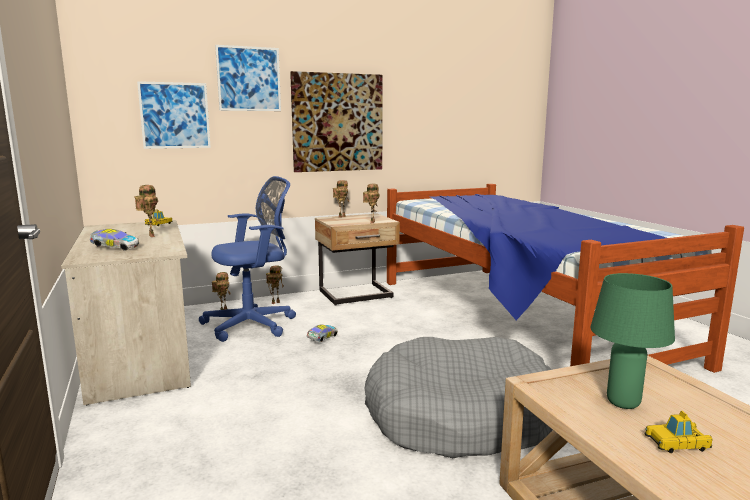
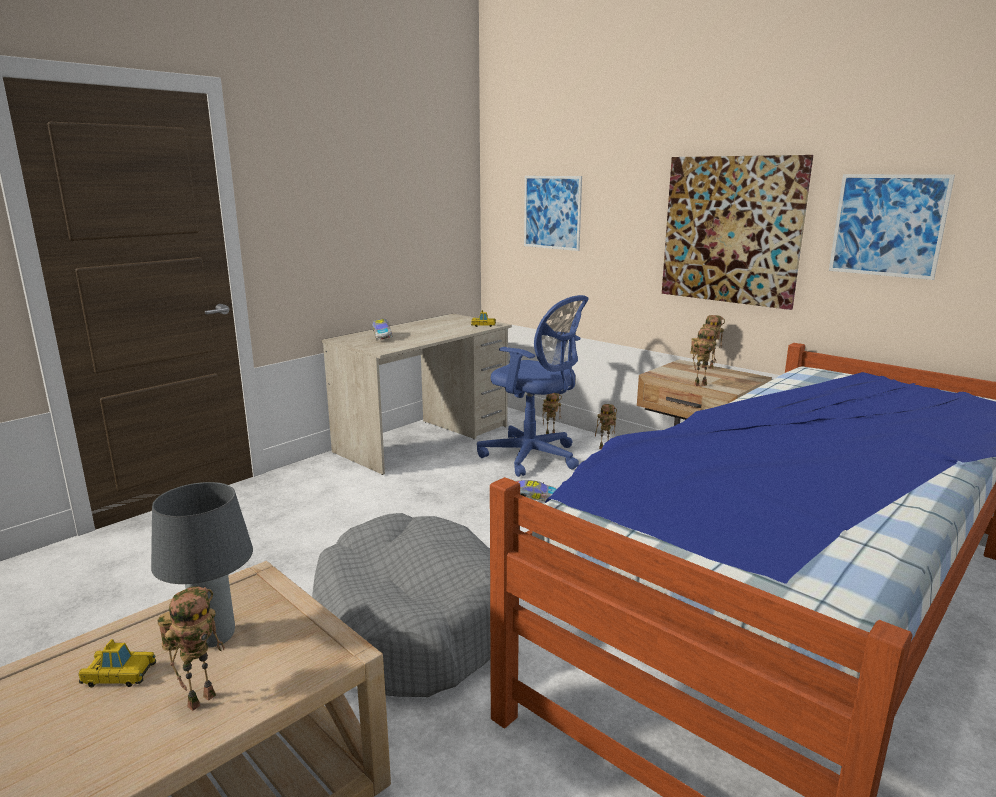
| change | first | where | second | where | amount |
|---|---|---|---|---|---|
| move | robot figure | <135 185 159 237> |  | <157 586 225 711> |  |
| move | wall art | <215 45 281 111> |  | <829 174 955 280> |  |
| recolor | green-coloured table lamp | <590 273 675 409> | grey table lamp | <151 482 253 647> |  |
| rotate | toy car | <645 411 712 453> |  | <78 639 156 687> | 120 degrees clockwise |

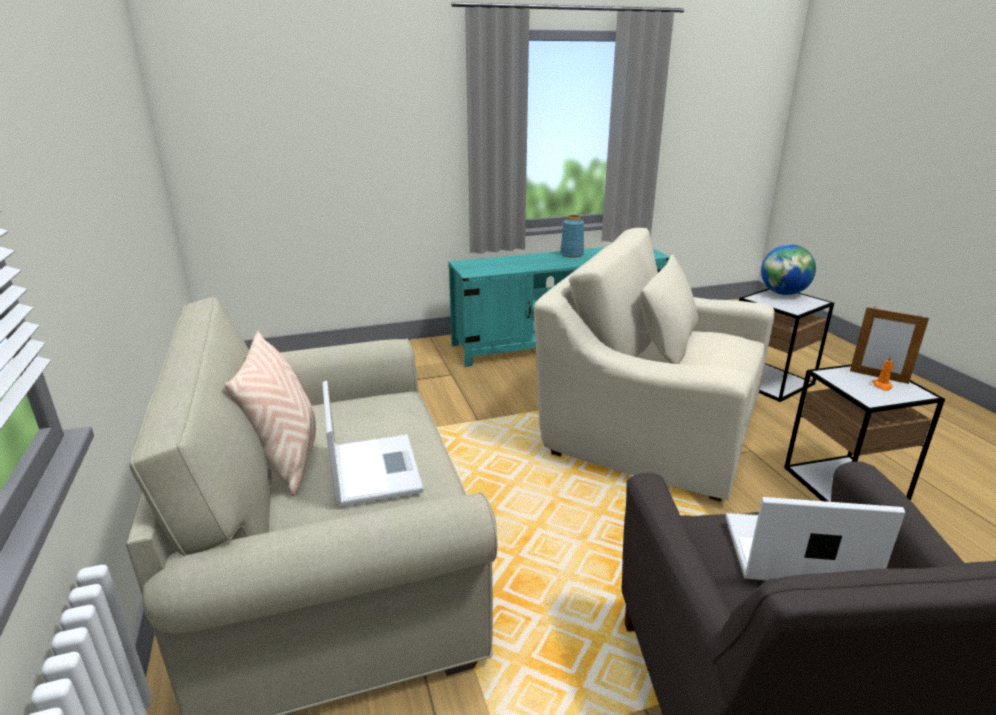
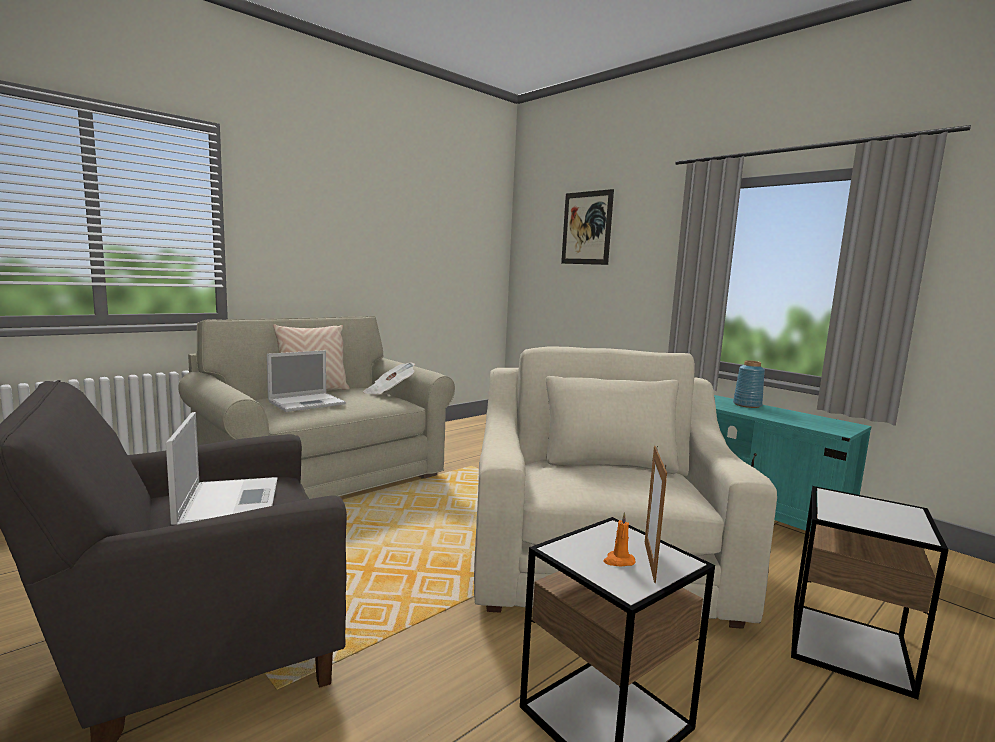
| change | first | where | second | where | amount |
|---|---|---|---|---|---|
| delete | world globe | <761 244 816 295> |  |  |  |
| insert |  |  | newspaper | <363 363 415 394> |  |
| insert |  |  | wall art | <561 189 614 265> |  |

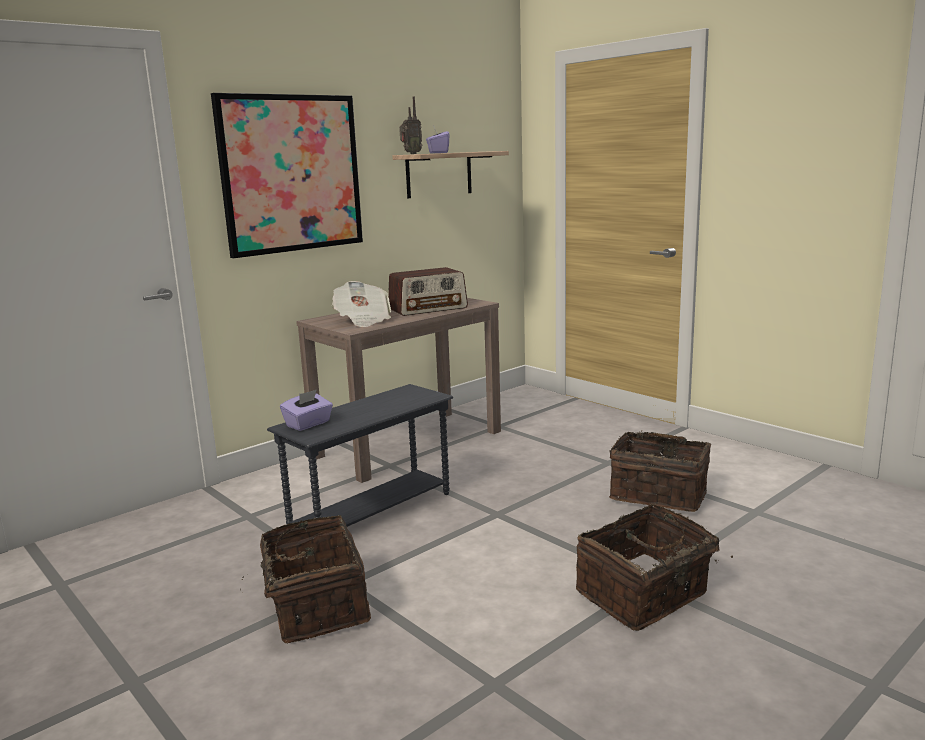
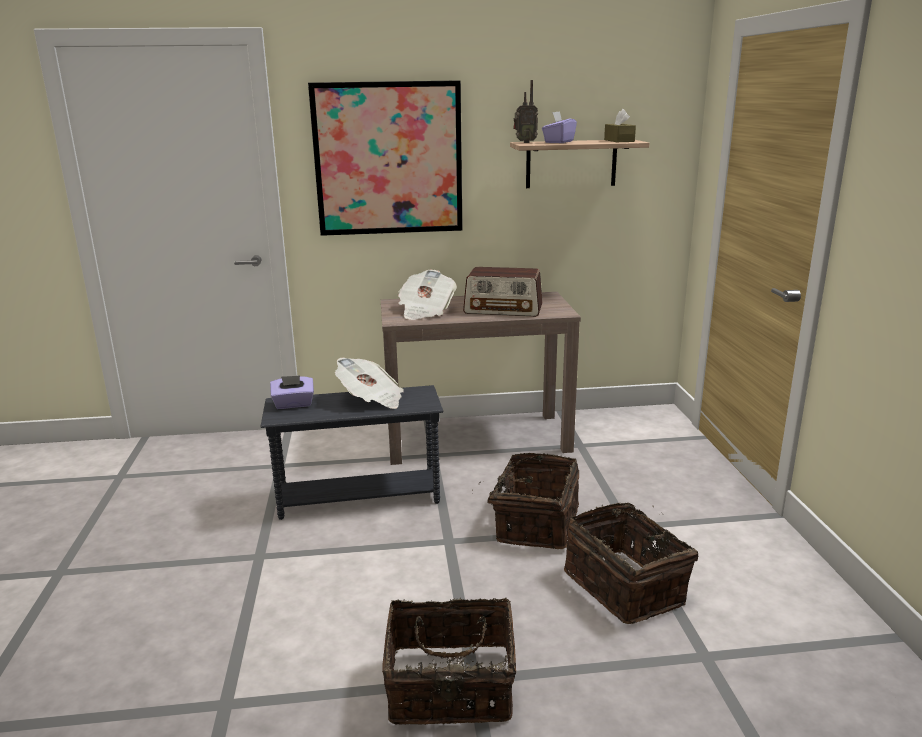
| change | first | where | second | where | amount |
|---|---|---|---|---|---|
| insert |  |  | newspaper | <335 358 403 409> |  |
| insert |  |  | brownish tissue holder | <604 109 636 142> |  |
| move | basket | <242 515 371 644> |  | <472 453 579 549> |  |

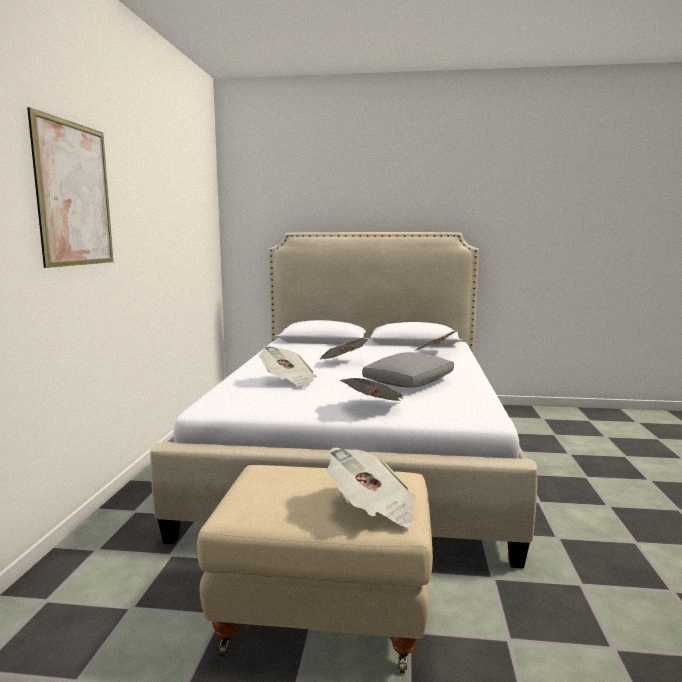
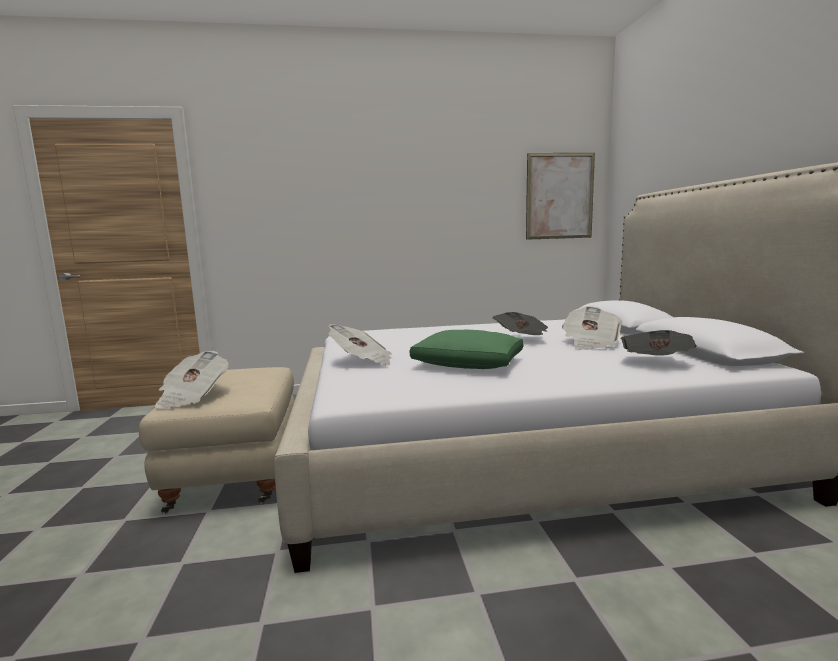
| change | first | where | second | where | amount |
|---|---|---|---|---|---|
| move | wall art | <27 107 113 268> |  | <526 153 595 240> |  |
| move | newspaper | <259 346 317 388> |  | <562 306 622 350> |  |
| recolor | grey pillow | <362 352 454 388> | green-coloured pillow | <410 330 524 369> |  |

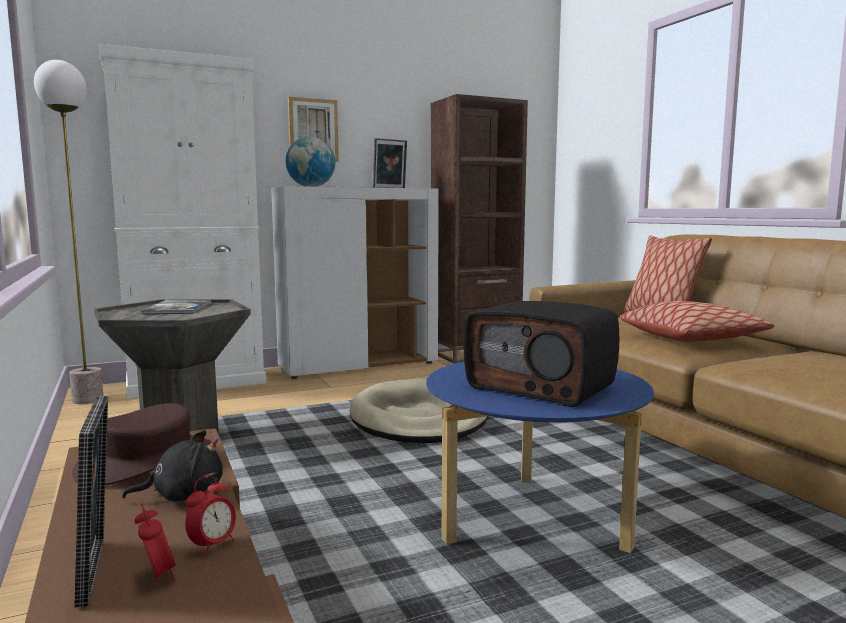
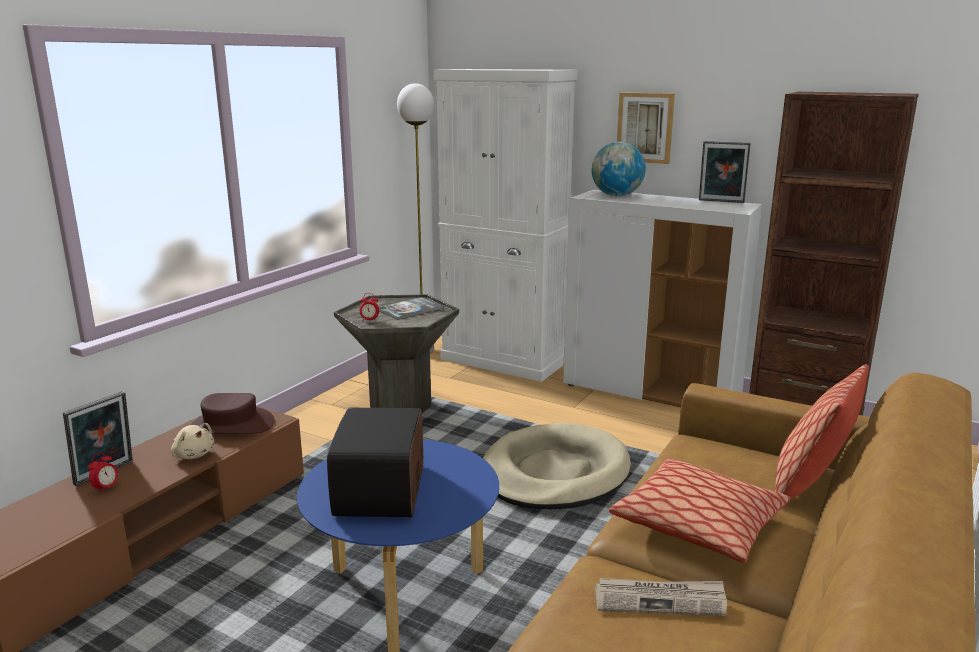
| change | first | where | second | where | amount |
|---|---|---|---|---|---|
| insert |  |  | newspaper | <595 578 727 616> |  |
| move | alarm clock | <185 475 236 555> |  | <359 293 379 322> |  |
| recolor | black-coloured soft toy | <122 430 223 502> | beige-coloured soft toy | <171 423 214 459> |  |

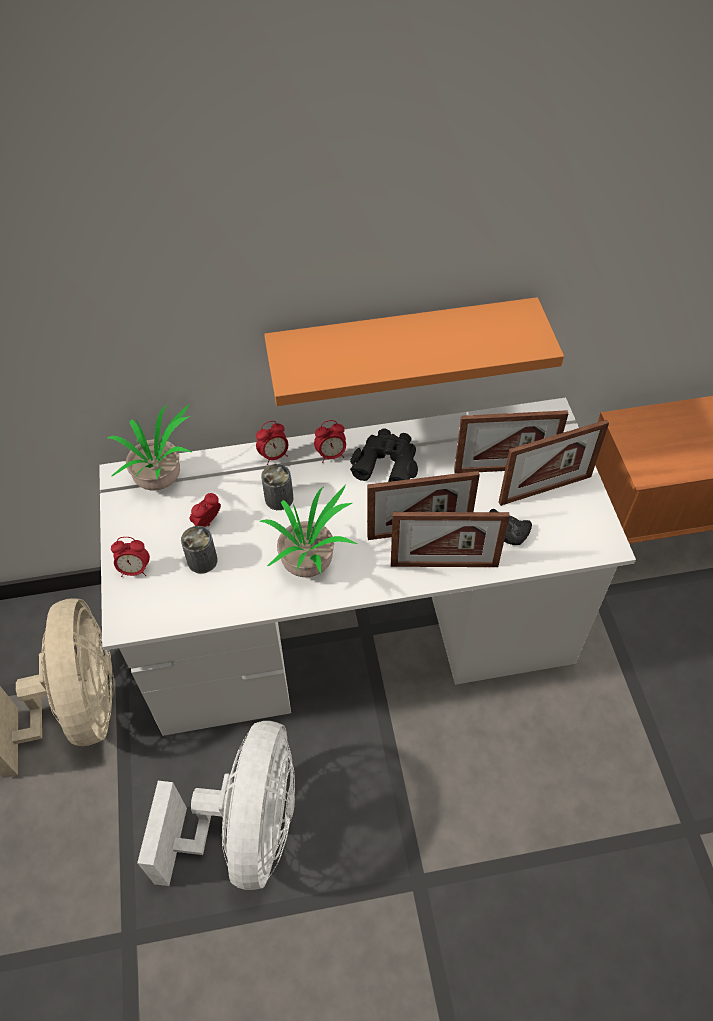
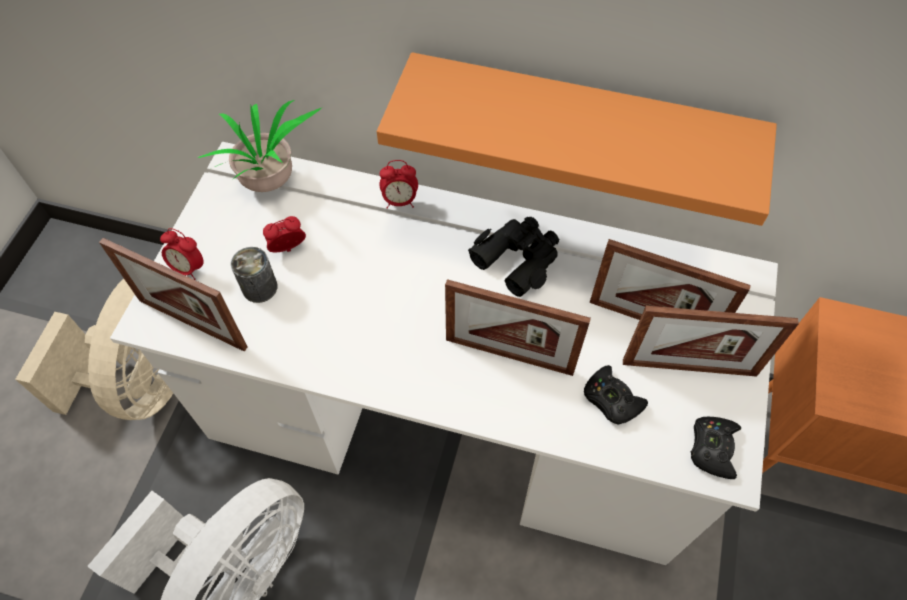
| change | first | where | second | where | amount |
|---|---|---|---|---|---|
| delete | potted plant | <260 485 357 577> |  |  |  |
| delete | sealed can | <261 464 293 510> |  |  |  |
| delete | alarm clock | <314 420 346 463> |  |  |  |
| insert |  |  | black-coloured joypad | <691 417 741 479> |  |
| move | standing frame | <391 512 510 567> |  | <99 238 247 352> |  |

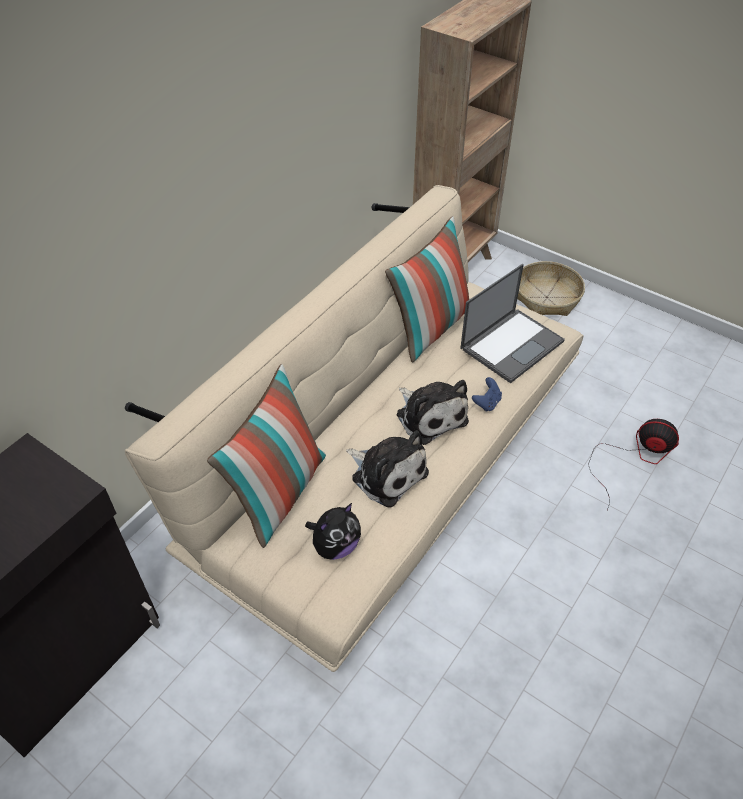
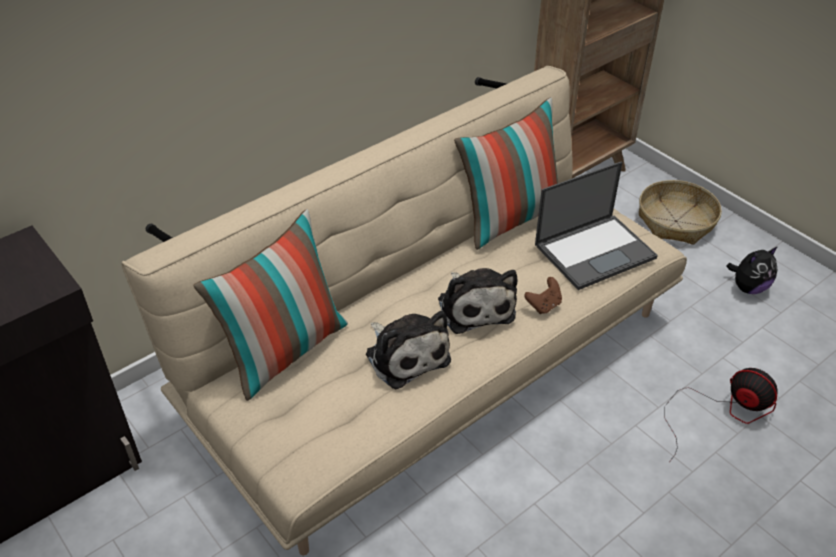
| change | first | where | second | where | amount |
|---|---|---|---|---|---|
| move | soft toy | <305 503 361 560> |  | <726 246 778 294> |  |
| recolor | blue joypad | <472 377 502 412> | brownish joypad | <524 277 562 314> |  |

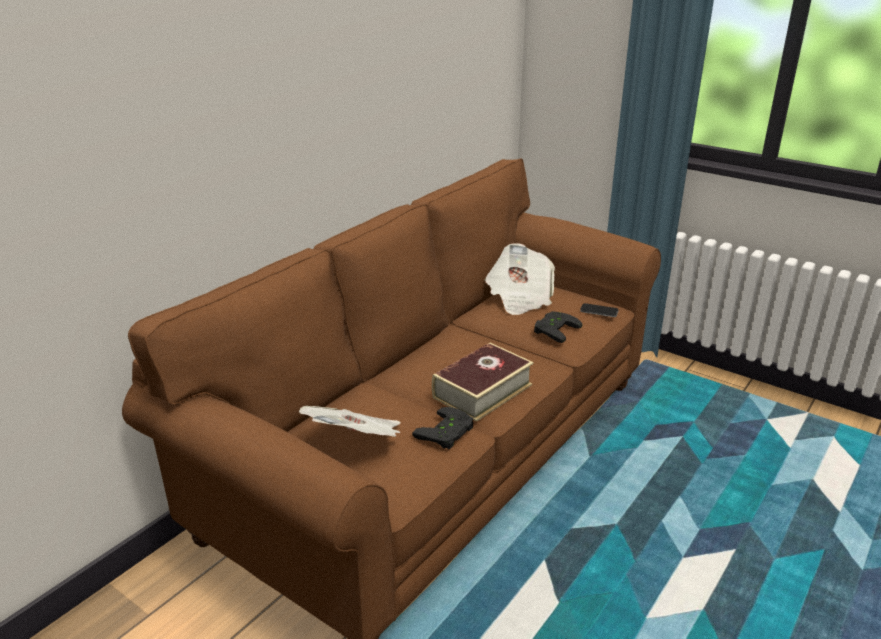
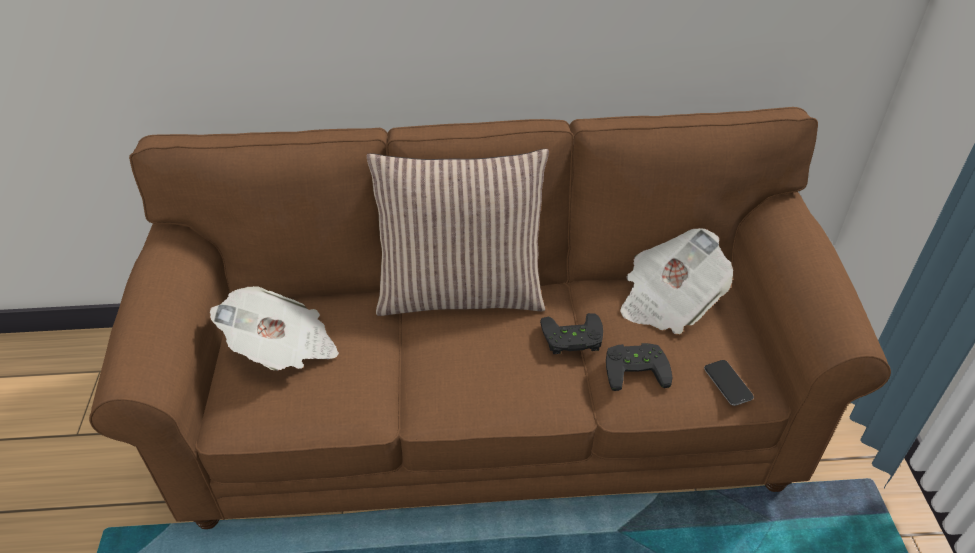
| change | first | where | second | where | amount |
|---|---|---|---|---|---|
| delete | book | <432 342 534 422> |  |  |  |
| insert |  |  | pillow | <367 149 549 316> |  |
| move | black-coloured joypad | <412 407 473 449> |  | <540 313 603 354> |  |

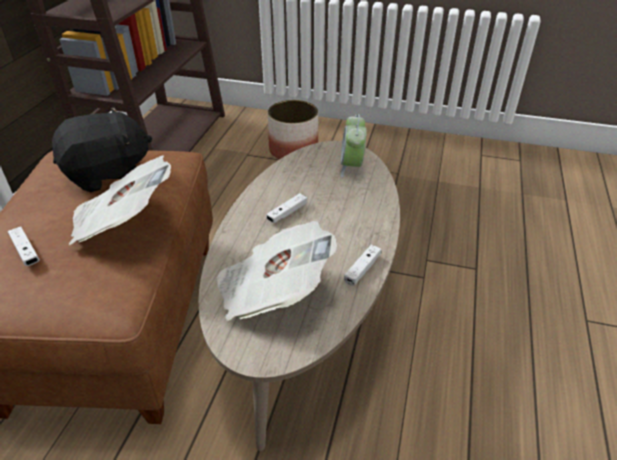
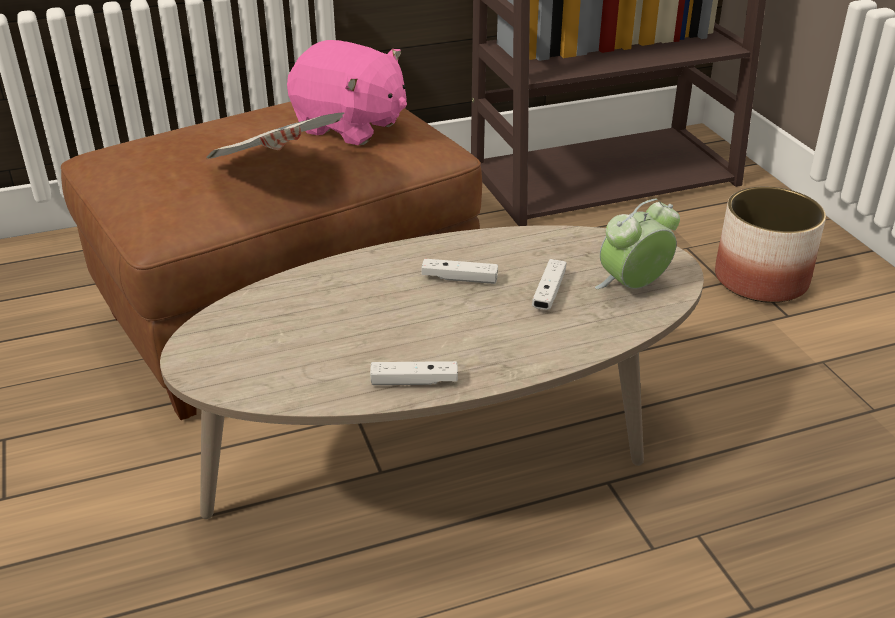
| change | first | where | second | where | amount |
|---|---|---|---|---|---|
| delete | newspaper | <217 221 337 321> |  |  |  |
| move | whitish joypad | <8 226 40 266> |  | <532 259 566 310> |  |
| recolor | black-coloured soft toy | <52 106 152 192> | pinkish soft toy | <287 40 407 145> |  |

